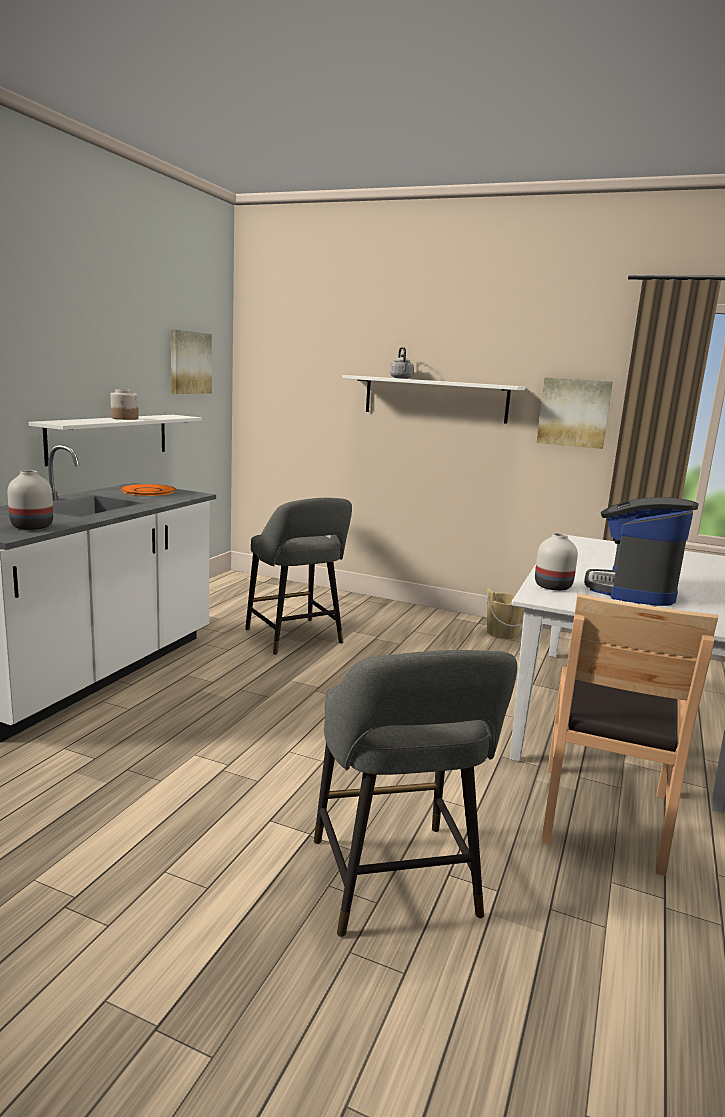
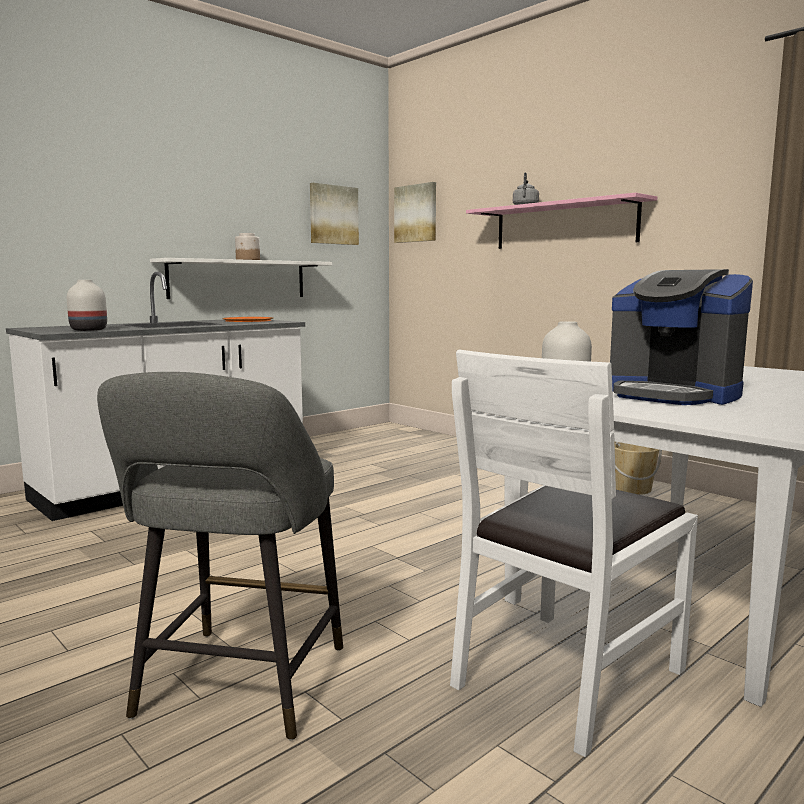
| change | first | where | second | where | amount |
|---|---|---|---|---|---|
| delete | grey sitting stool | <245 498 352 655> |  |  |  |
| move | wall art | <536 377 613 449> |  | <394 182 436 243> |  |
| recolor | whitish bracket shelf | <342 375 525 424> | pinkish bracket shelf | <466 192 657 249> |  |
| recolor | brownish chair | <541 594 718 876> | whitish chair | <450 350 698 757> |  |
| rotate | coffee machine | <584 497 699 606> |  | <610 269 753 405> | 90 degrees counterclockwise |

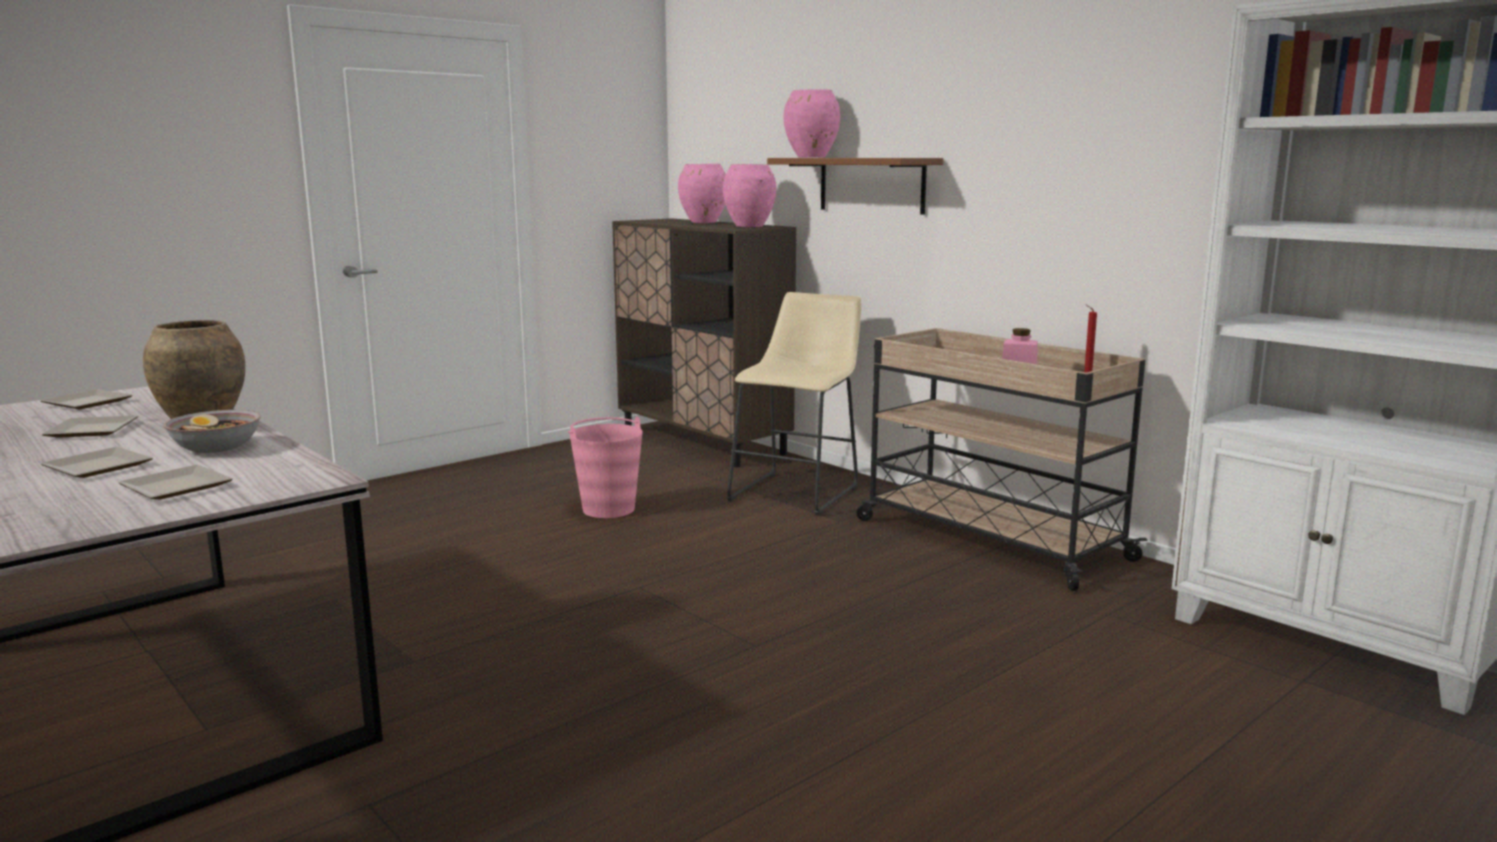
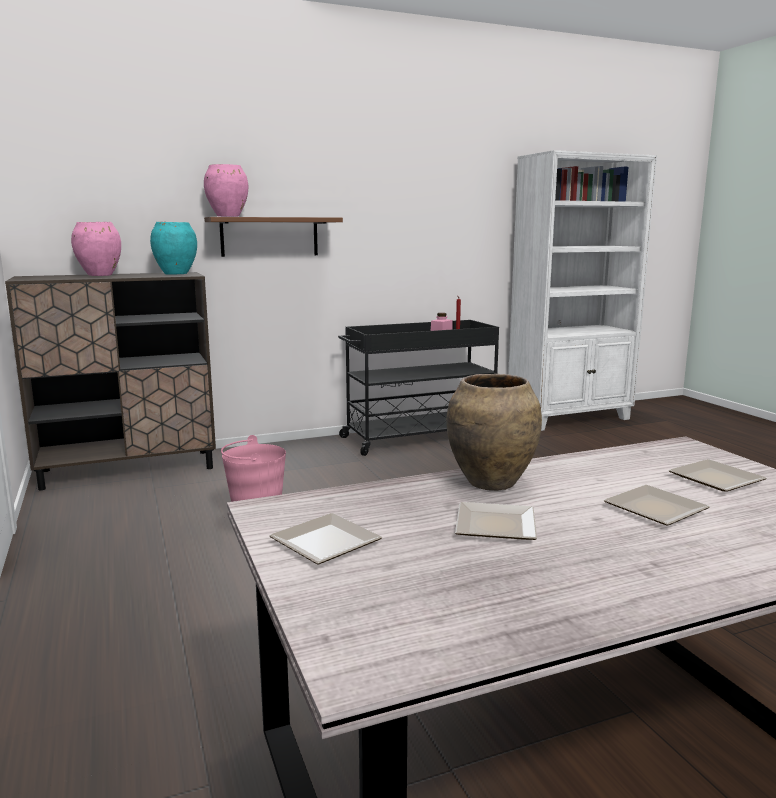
| change | first | where | second | where | amount |
|---|---|---|---|---|---|
| delete | deep dish | <164 410 261 453> |  |  |  |
| delete | beige-coloured sitting stool | <727 292 861 516> |  |  |  |
| recolor | pinkish vase | <723 164 776 227> | turquoise-coloured vase | <150 222 197 275> |  |
| recolor | beige-coloured cart | <856 328 1147 591> | black-coloured cart | <338 320 499 456> |  |

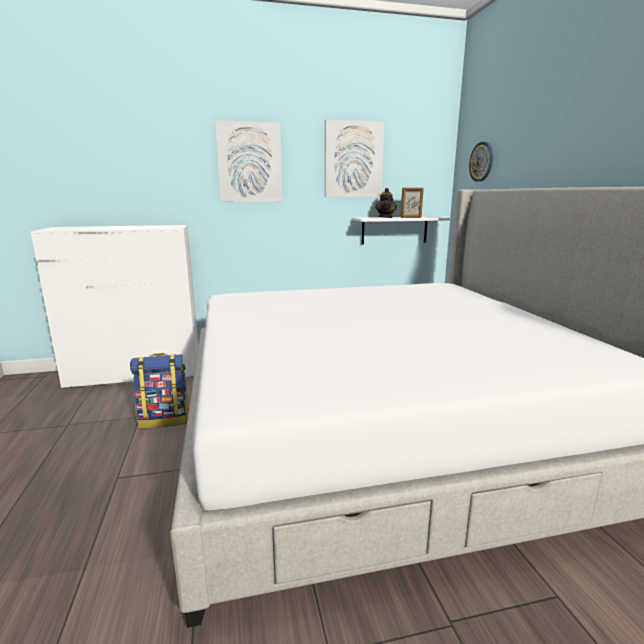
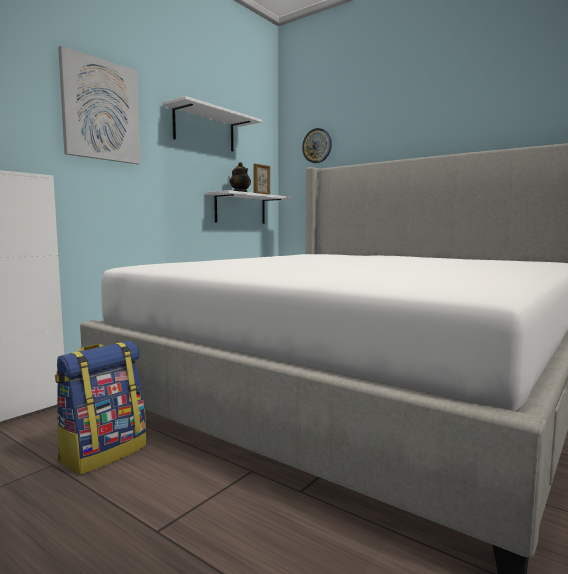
| change | first | where | second | where | amount |
|---|---|---|---|---|---|
| replace | wall art | <325 120 384 197> | whitish bracket shelf | <162 96 262 151> |  |

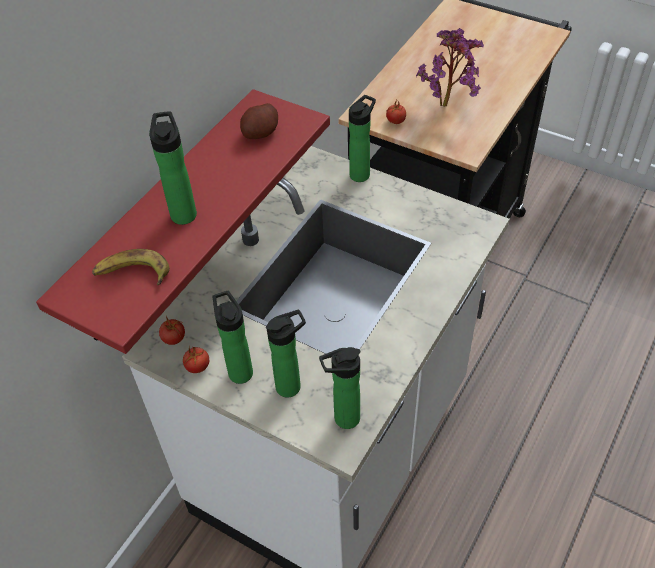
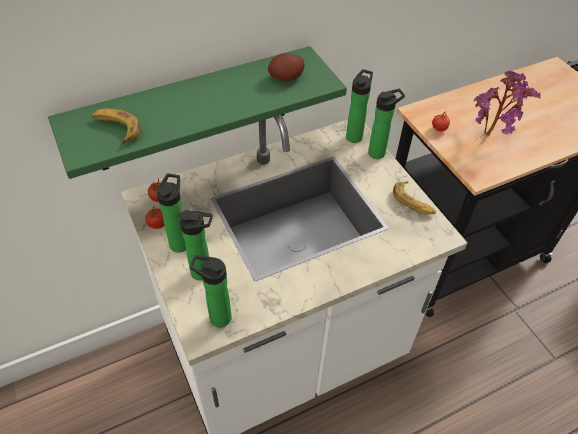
| change | first | where | second | where | amount |
|---|---|---|---|---|---|
| insert |  |  | banana | <393 181 436 214> |  |
| move | bottle | <149 111 197 225> |  | <346 69 373 143> |  |
| recolor | red-coloured bracket shelf | <36 89 330 354> | green-coloured bracket shelf | <48 46 347 179> |  |

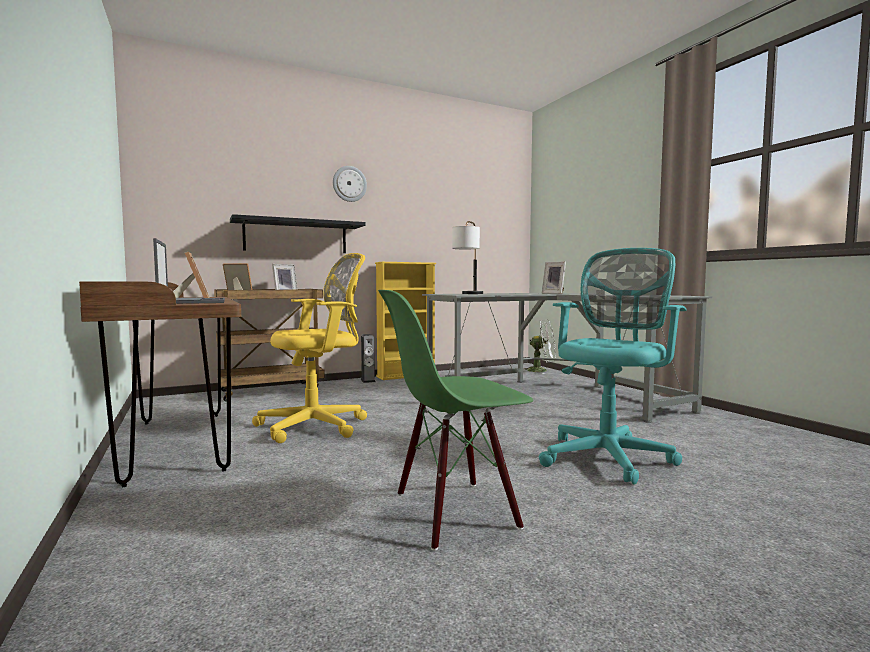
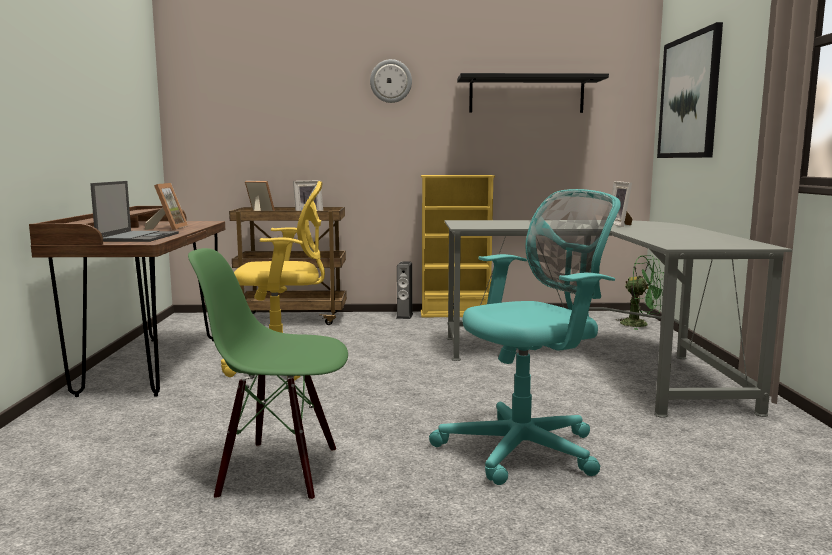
| change | first | where | second | where | amount |
|---|---|---|---|---|---|
| delete | table lamp | <452 221 483 294> |  |  |  |
| insert |  |  | wall art | <657 22 723 158> |  |
| move | black-coloured bracket shelf | <230 214 366 253> |  | <457 73 609 113> |  |
| recolor | whitish electric fan | <523 320 556 374> | green-coloured electric fan | <616 255 664 330> |  |

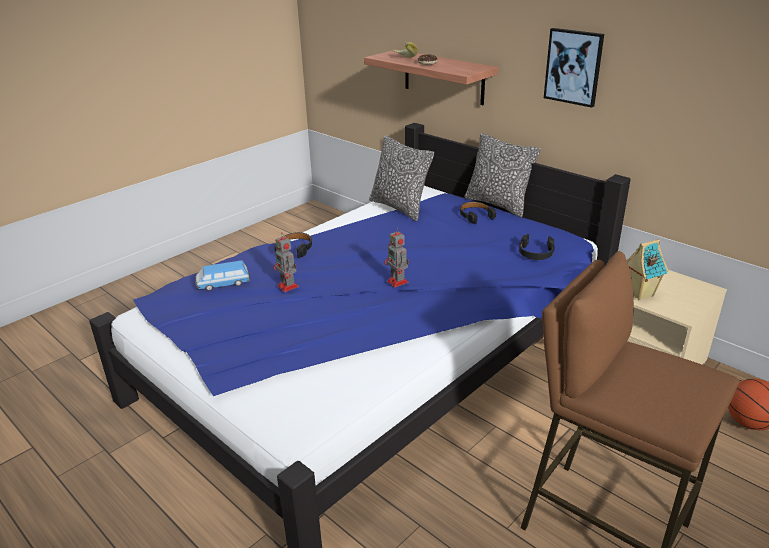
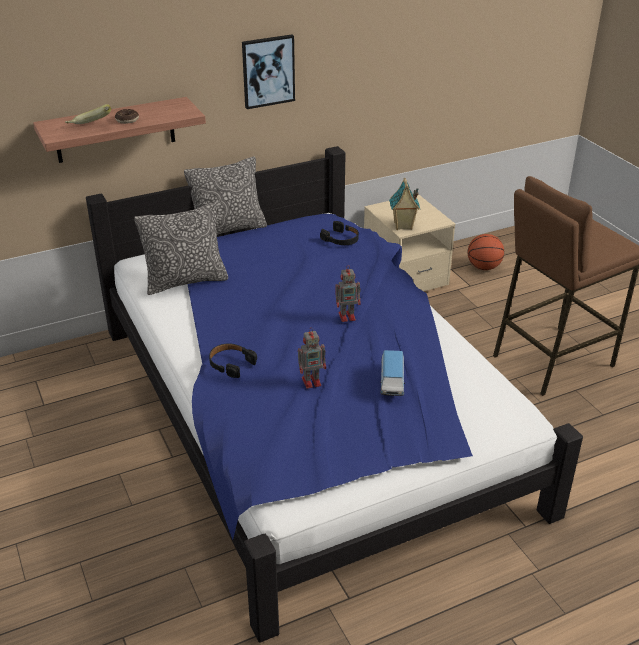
| change | first | where | second | where | amount |
|---|---|---|---|---|---|
| delete | black-coloured headphones | <460 202 496 224> |  |  |  |
| move | toy car | <195 260 250 291> |  | <380 350 405 396> |  |

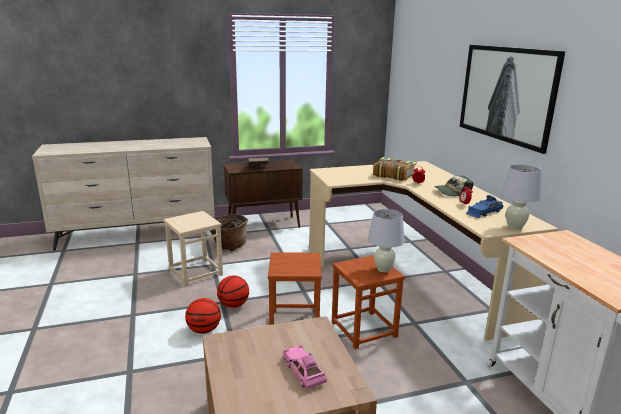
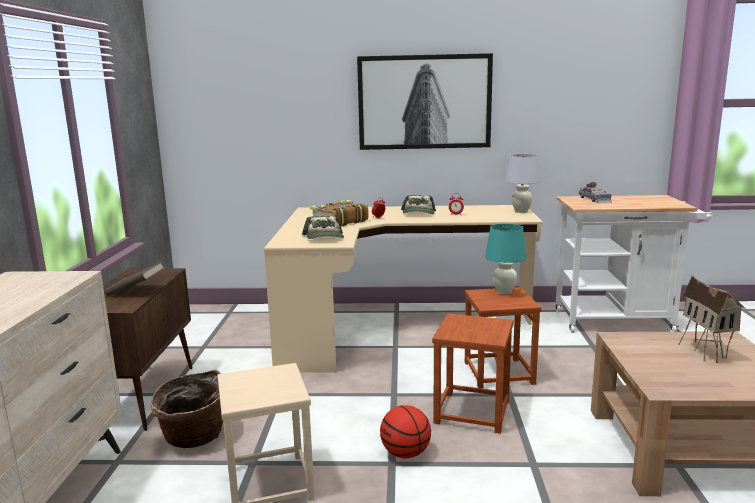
| change | first | where | second | where | amount |
|---|---|---|---|---|---|
| delete | basketball | <185 298 221 334> |  |  |  |
| delete | blue toy car | <466 195 503 218> |  |  |  |
| insert |  |  | peaked cap | <302 216 344 239> |  |
| insert |  |  | grey toy car | <579 182 613 203> |  |
| replace | pinkish toy car | <282 345 327 389> | model house | <678 275 746 363> |  |
| recolor | whitish table lamp | <368 209 405 272> | turquoise-coloured table lamp | <485 224 527 295> |  |

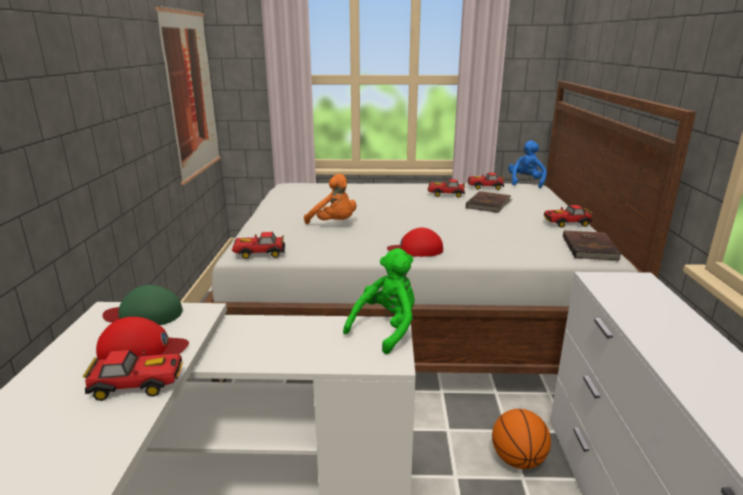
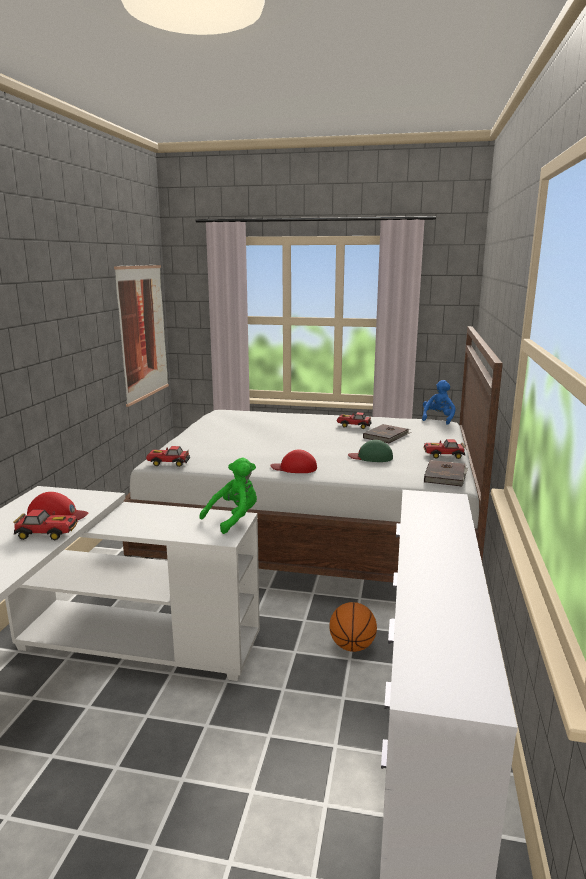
| change | first | where | second | where | amount |
|---|---|---|---|---|---|
| delete | orangey soft toy | <304 174 356 224> |  |  |  |
| delete | toy car | <467 173 504 190> |  |  |  |
| move | green-coloured peaked cap | <102 285 183 325> |  | <348 440 393 462> |  |

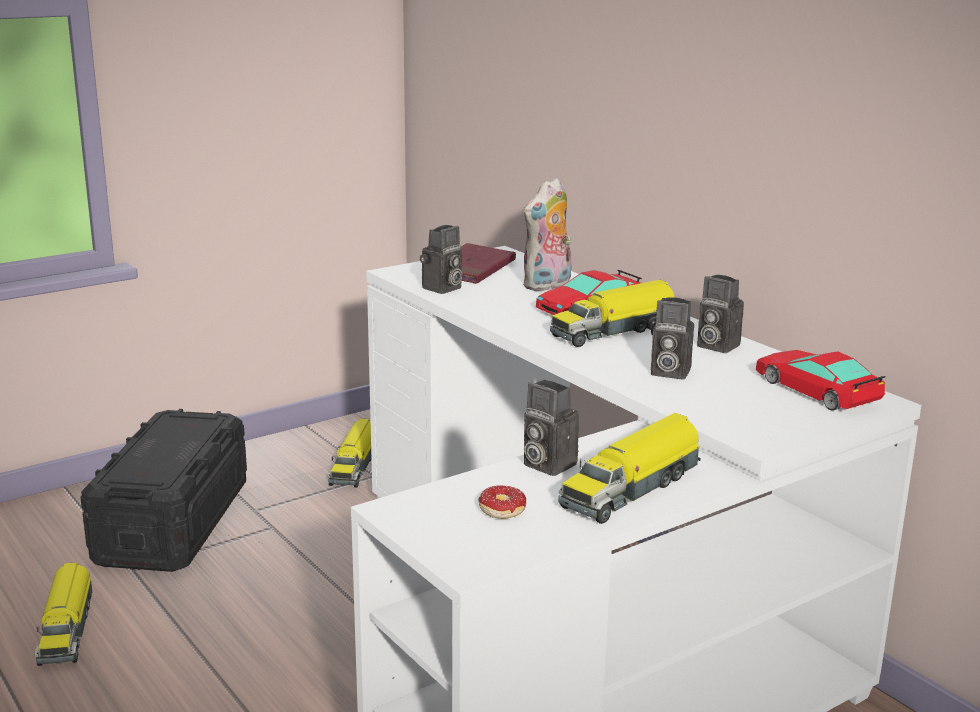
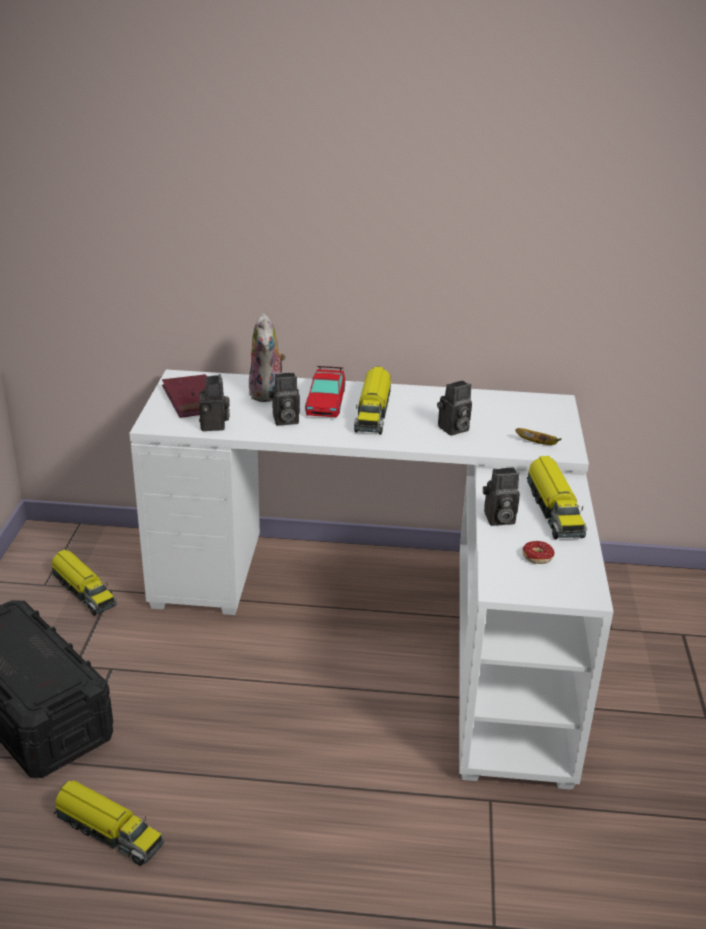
| change | first | where | second | where | amount |
|---|---|---|---|---|---|
| delete | toy car | <756 350 886 411> |  |  |  |
| insert |  |  | banana | <515 428 562 445> |  |
| move | still camera | <697 275 744 353> |  | <269 373 300 426> |  |

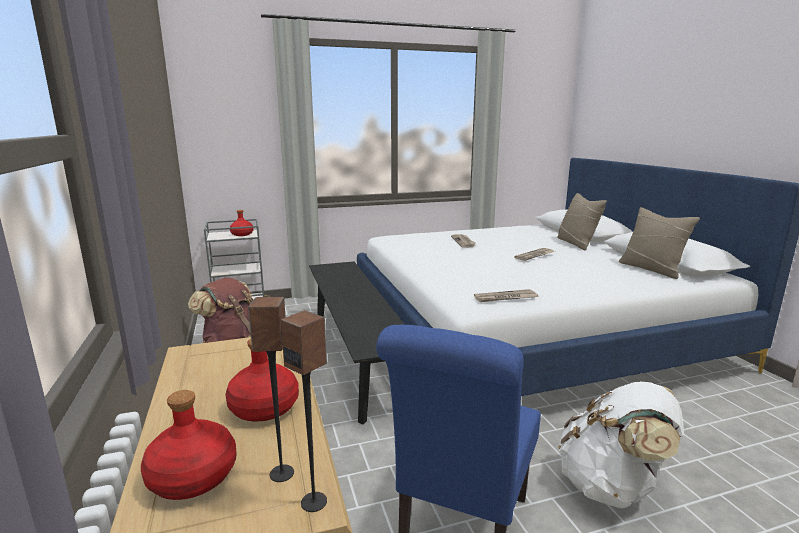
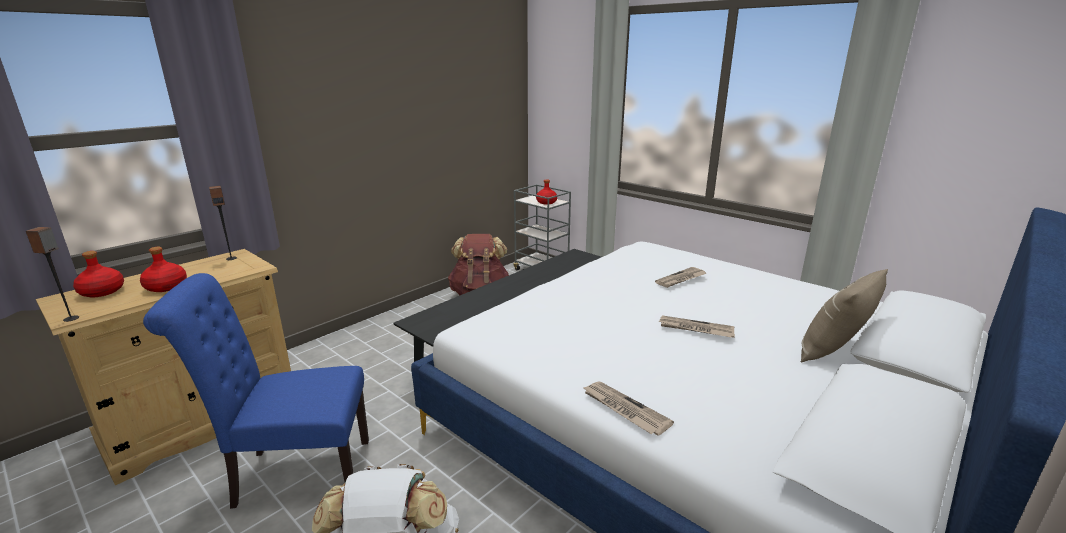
| change | first | where | second | where | amount |
|---|---|---|---|---|---|
| delete | beige-coloured pillow | <619 207 700 279> |  |  |  |
| move | speaker | <248 297 294 482> |  | <209 186 237 260> |  |
| move | newspaper | <474 289 538 302> |  | <582 381 674 436> |  |

